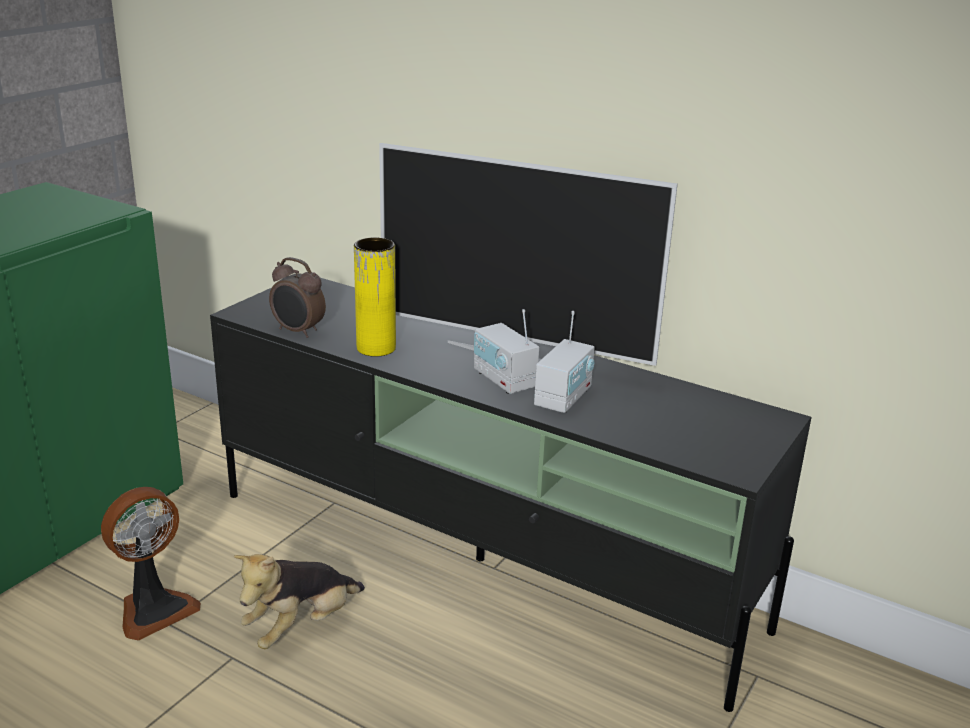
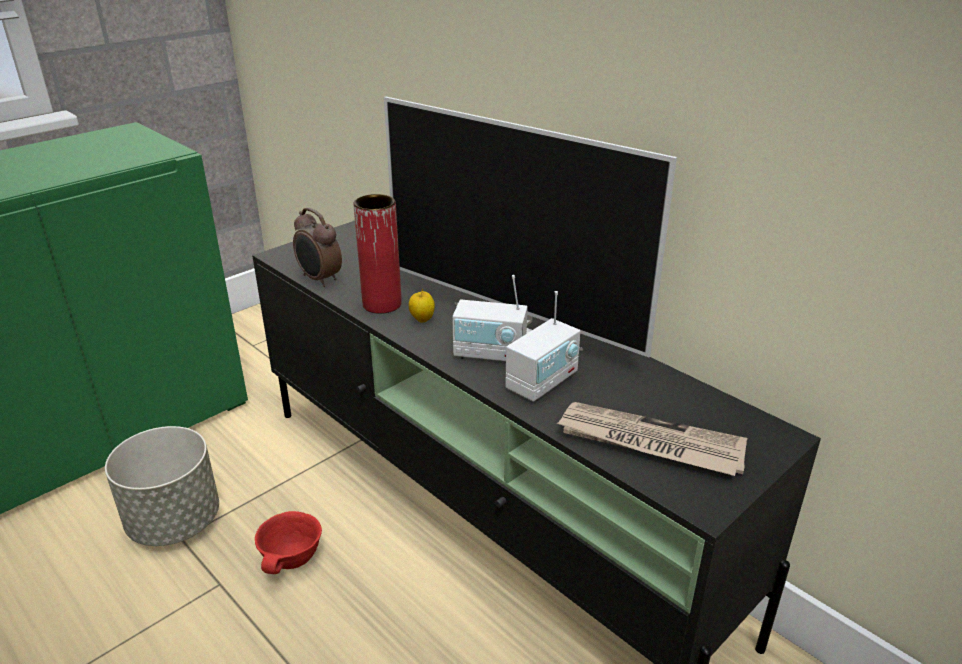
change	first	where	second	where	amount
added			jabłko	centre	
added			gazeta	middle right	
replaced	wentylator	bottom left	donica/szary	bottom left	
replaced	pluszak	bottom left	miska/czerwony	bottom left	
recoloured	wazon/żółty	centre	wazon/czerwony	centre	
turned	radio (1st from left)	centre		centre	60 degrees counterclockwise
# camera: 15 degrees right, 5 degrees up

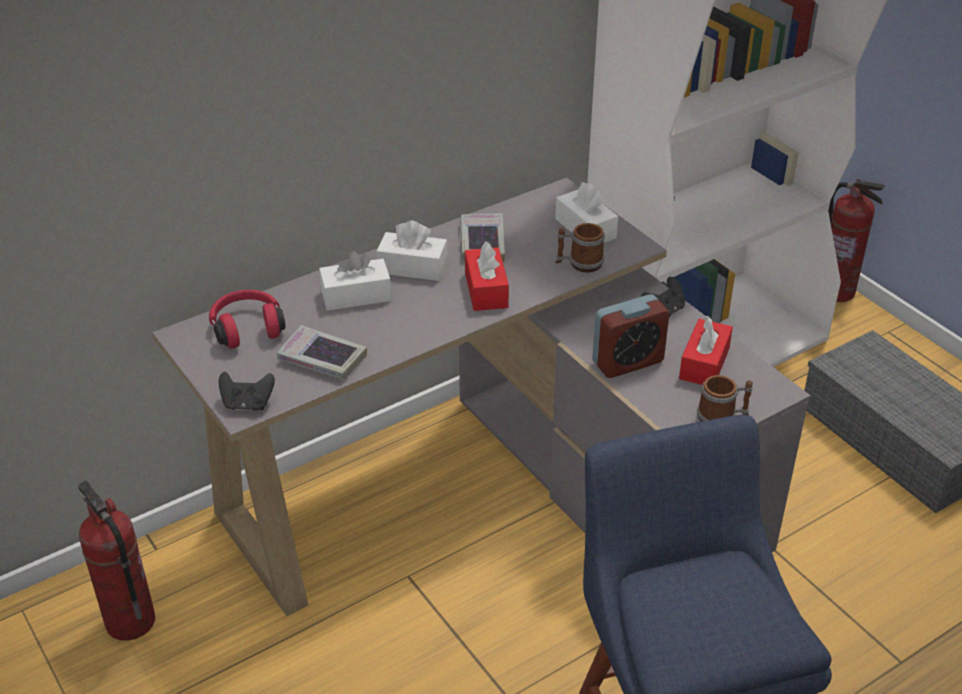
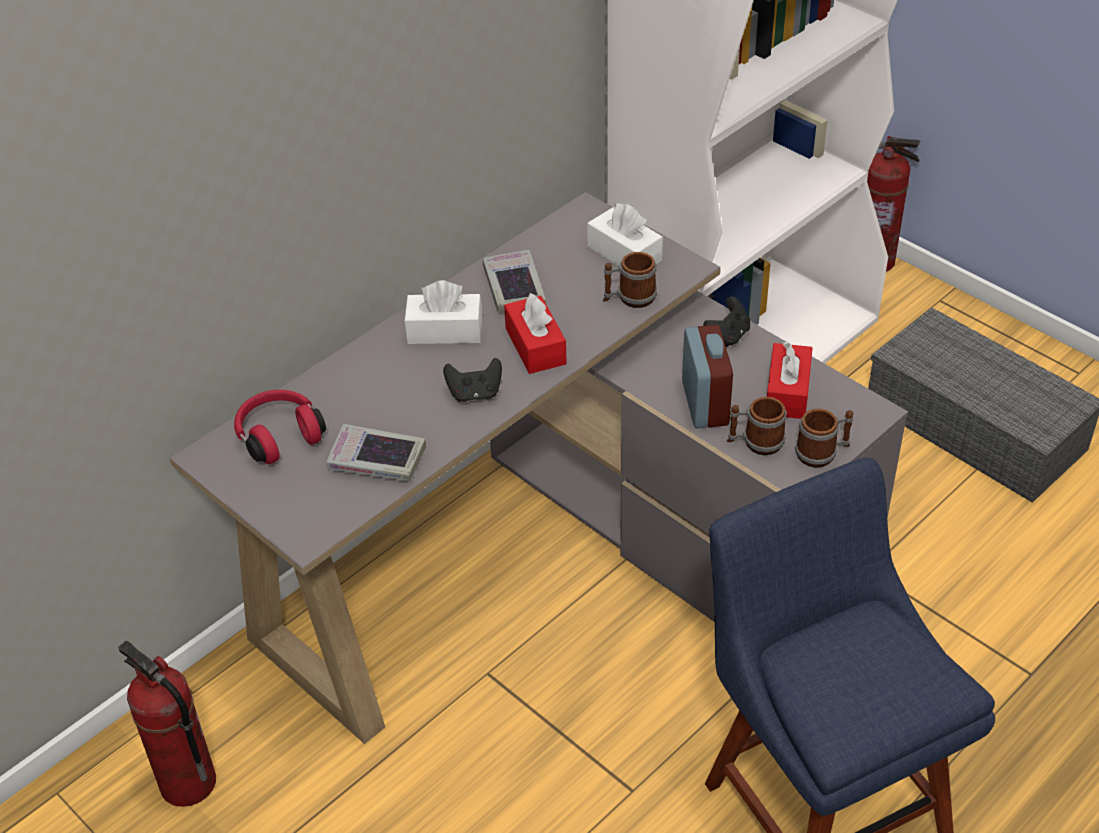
change	first	where	second	where	amount
removed	pudełko chusteczek/biały (1st from left)	centre			
added			kubek (2nd from left)	middle right	
moved	pad do gier/czarny (1st from left)	middle left		centre	
turned	budzik	centre		centre	60 degrees counterclockwise
# camera: 10 degrees left, 5 degrees up

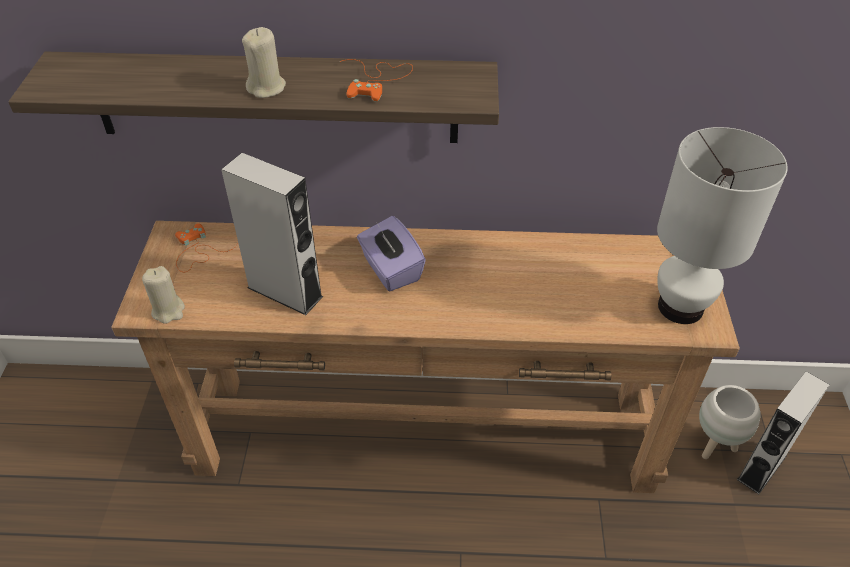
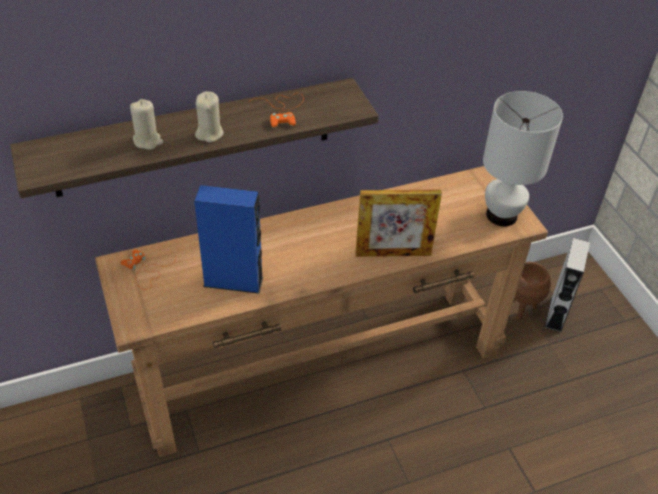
change	first	where	second	where	amount
removed	pudełko chusteczek/fioletowy	centre			
added			ramka na zdjęcie	centre	
moved	świeca/beżowy (1st from left)	middle left		top left	
recoloured	głośnik/szary (1st from left)	middle left	głośnik/niebieski	centre	
recoloured	donica/biały	bottom right	donica/brązowy	middle right	
# camera: 25 degrees left, 0 degrees up

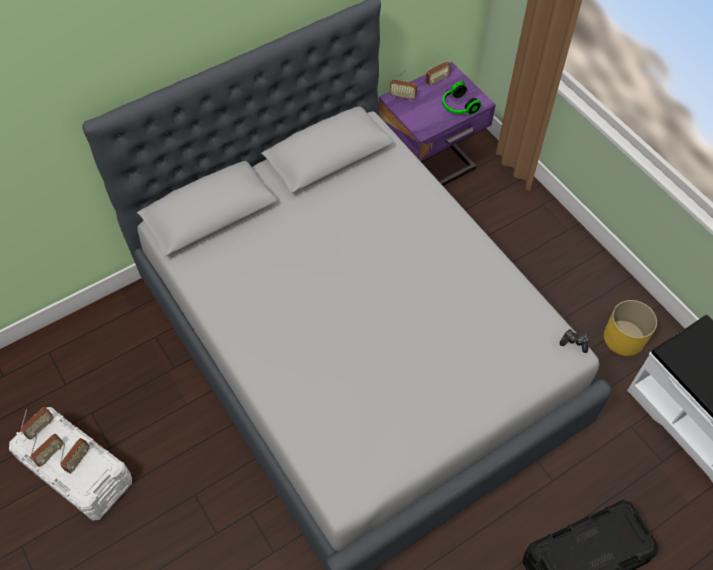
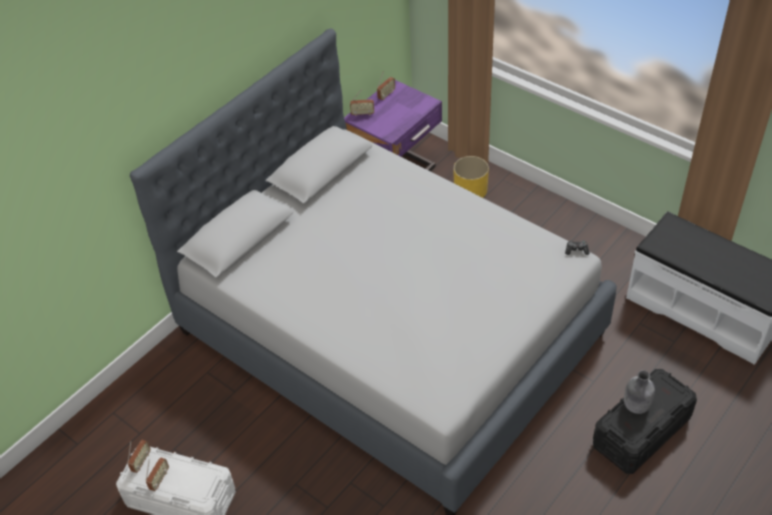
change	first	where	second	where	amount
removed	radio (3rd from left)	bottom left			
removed	słuchawki	top centre			
added			butelka/szary	bottom right	
moved	donica/żółty	middle right		centre	
# camera: 15 degrees left, 10 degrees down

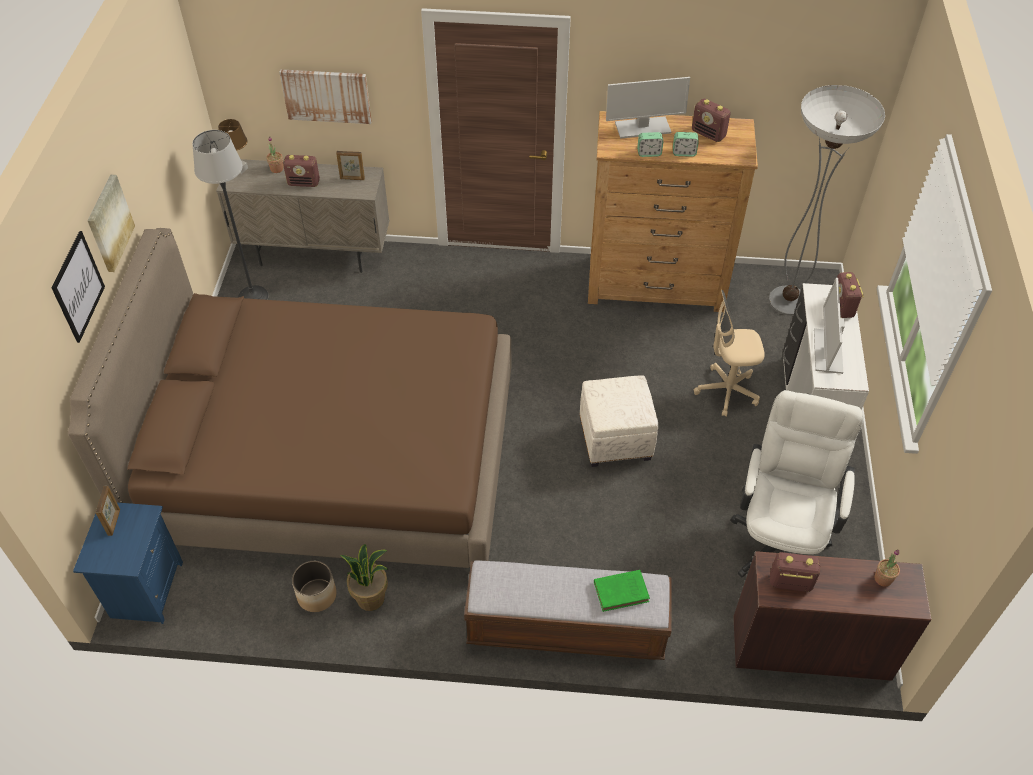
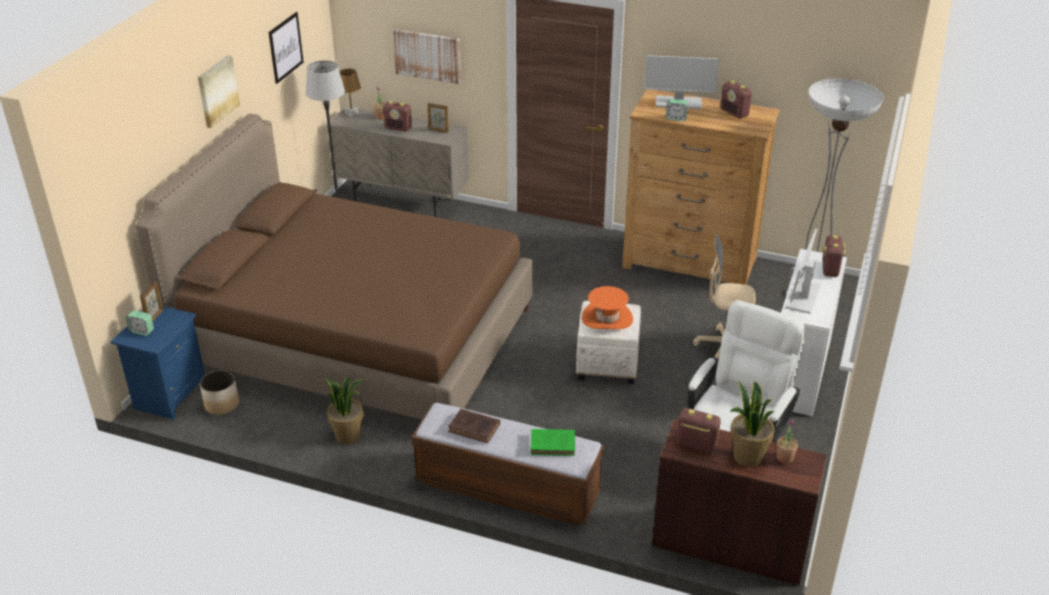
change	first	where	second	where	amount
added			książka/brązowy	bottom centre	
added			kapelusz/pomarańczowy	centre	
added			roślina doniczkowa (3rd from left)	bottom right	
moved	obraz (1st from left in the first image)	middle left	obraz (2nd from left)	top left	
moved	donica	bottom left		middle left	
moved	budzik (2nd from left in the first image)	top centre	budzik (1st from left)	middle left	
# camera: 15 degrees right, 15 degrees down

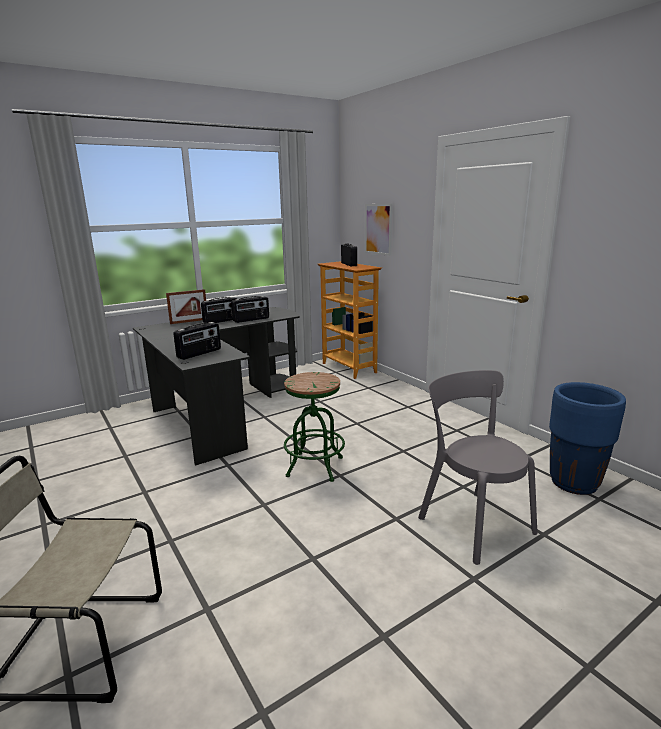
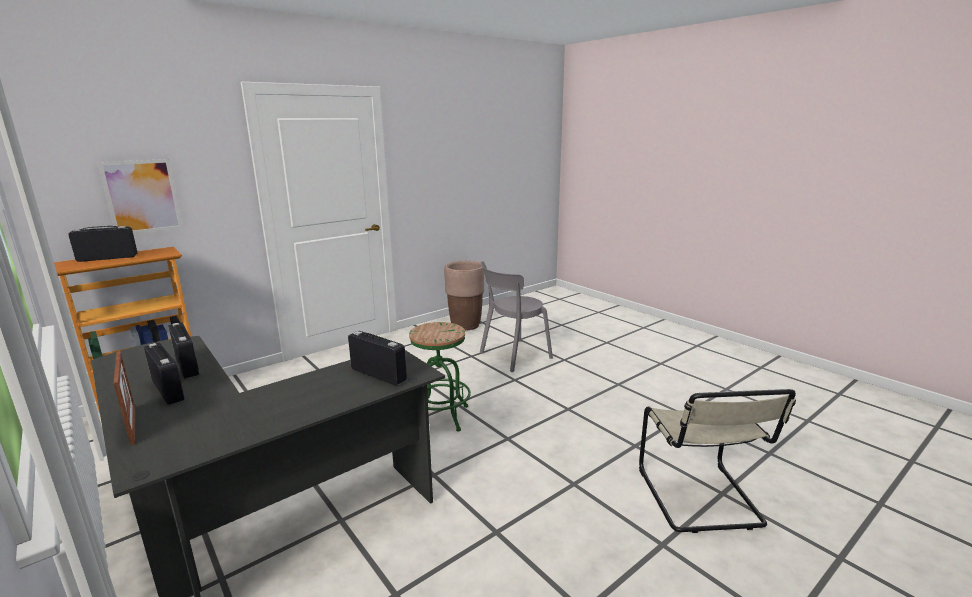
change	first	where	second	where	amount
recoloured	donica/niebieski	middle right	donica/brązowy	centre	
# camera: 95 degrees left, 0 degrees up

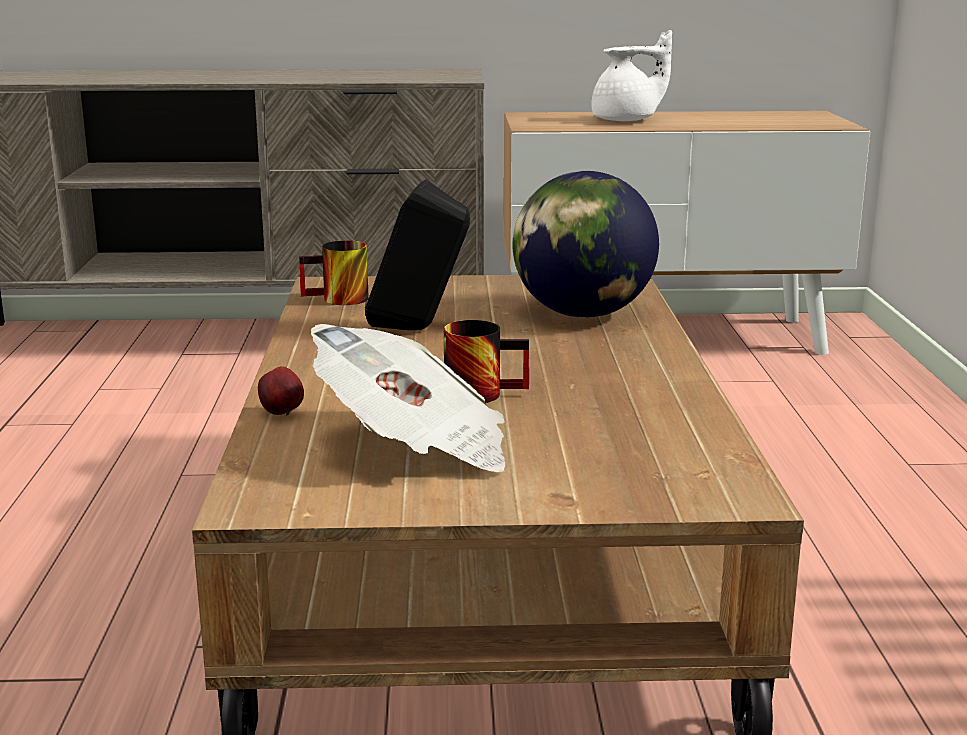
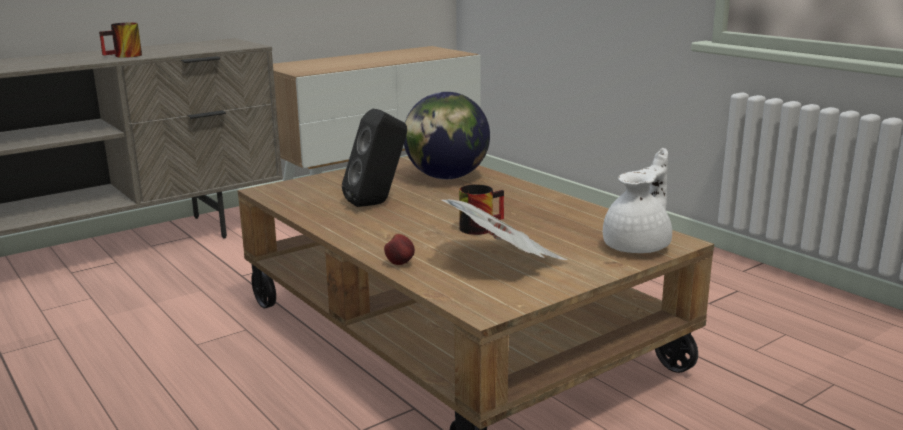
change	first	where	second	where	amount
moved	kubek (1st from left)	centre		top left	
moved	imbryk/biały	top centre		middle right	
# camera: 35 degrees left, 0 degrees up

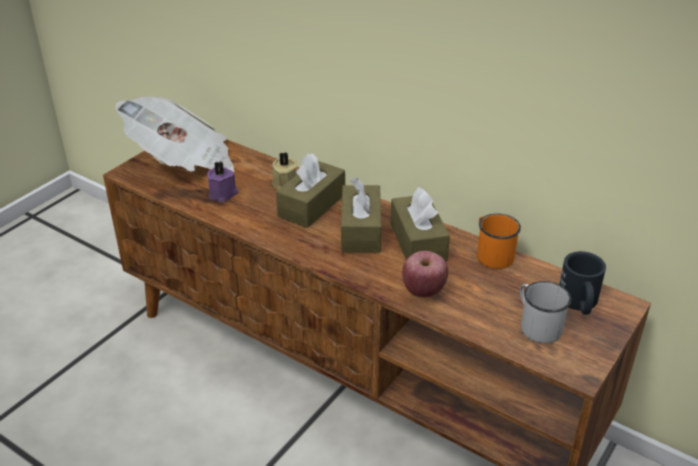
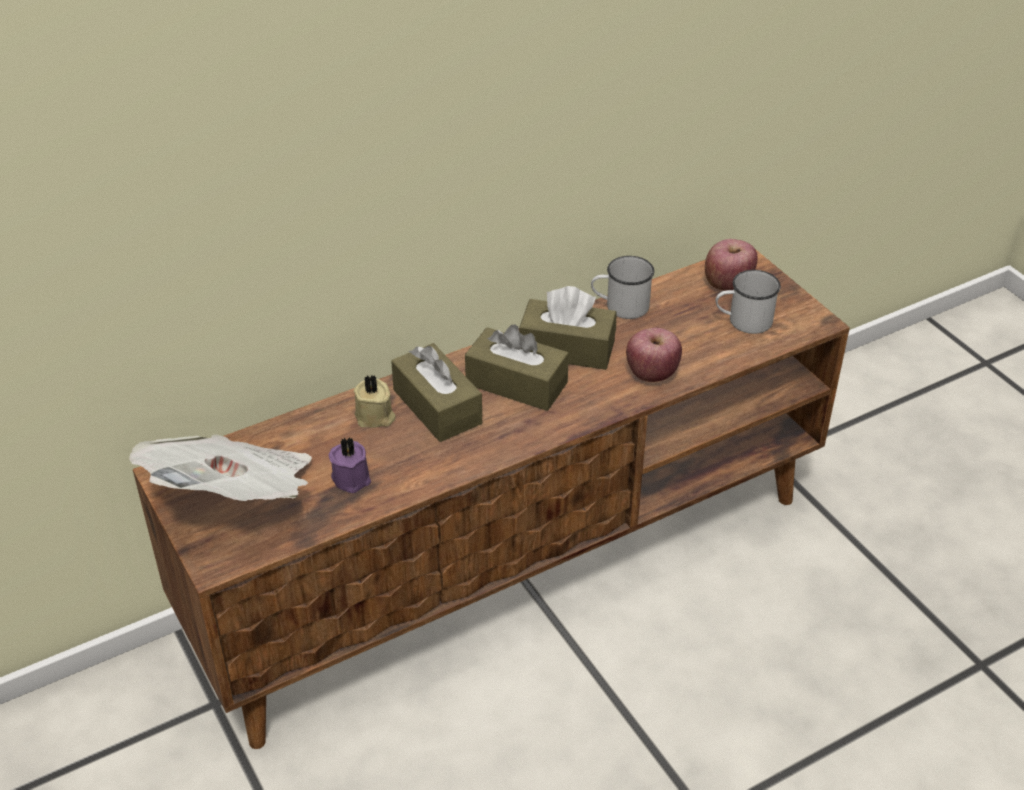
change	first	where	second	where	amount
replaced	kubek/czarny	middle right	jabłko (2nd from left)	middle right	
recoloured	kubek/pomarańczowy	middle right	kubek/biały (1st from left)	centre	
# camera: 65 degrees left, 5 degrees up

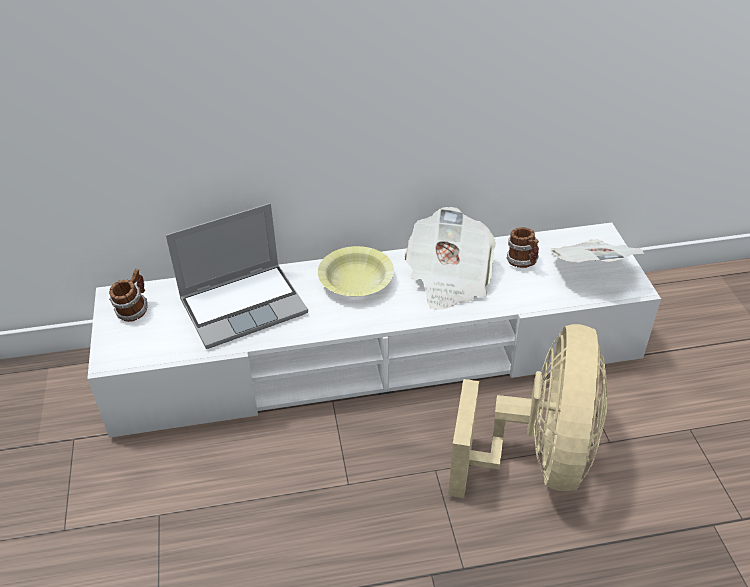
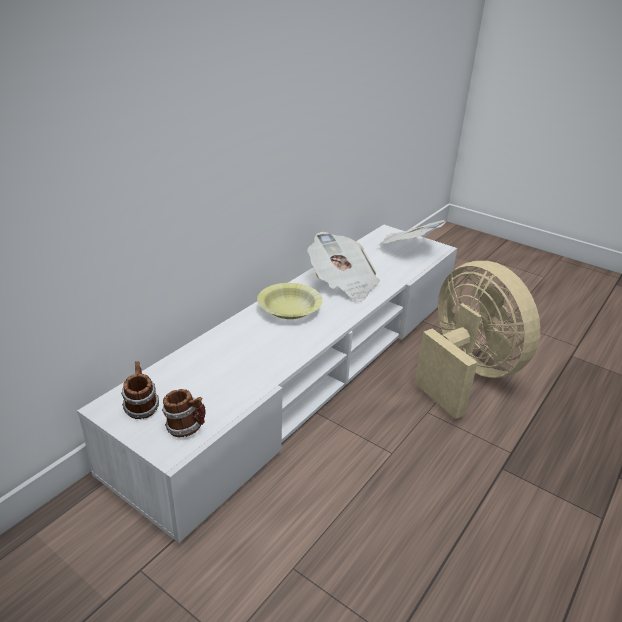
change	first	where	second	where	amount
removed	laptop	middle left			
moved	kubek (2nd from left)	middle right		middle left	
# camera: 45 degrees left, 10 degrees down

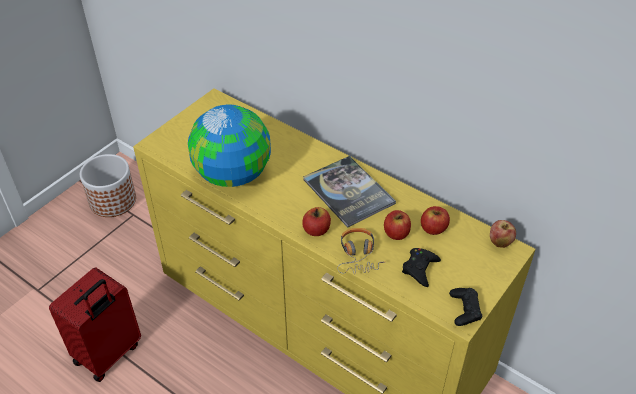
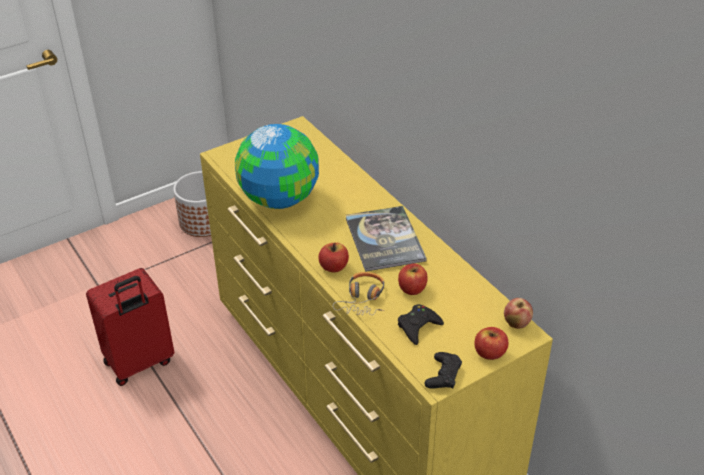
change	first	where	second	where	amount
moved	jabłko (3rd from left)	middle right		bottom right	
# camera: 20 degrees right, 5 degrees down

